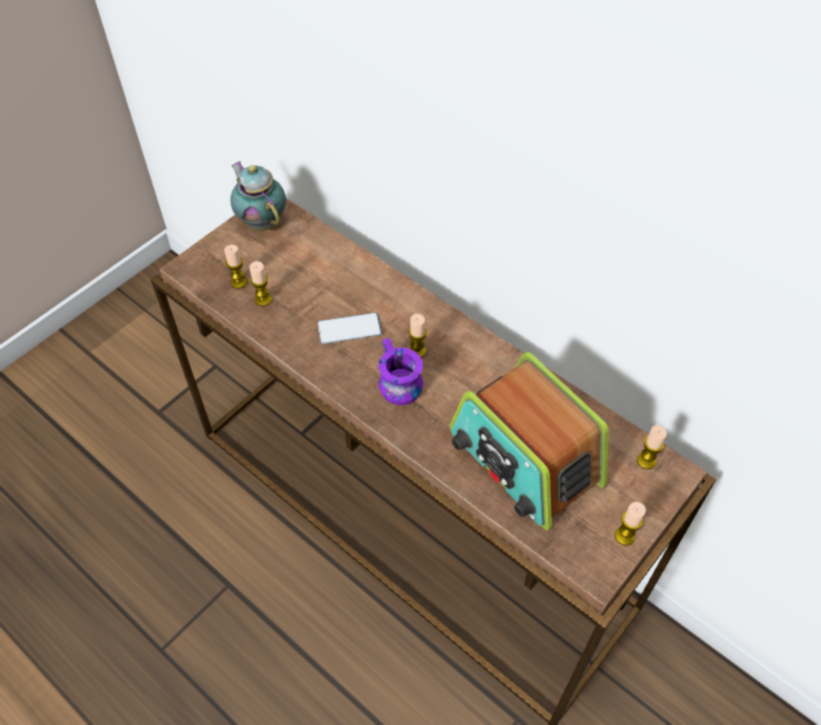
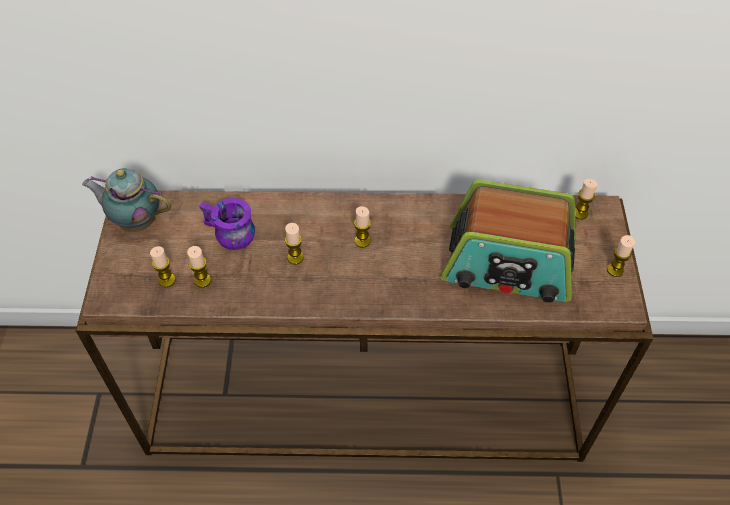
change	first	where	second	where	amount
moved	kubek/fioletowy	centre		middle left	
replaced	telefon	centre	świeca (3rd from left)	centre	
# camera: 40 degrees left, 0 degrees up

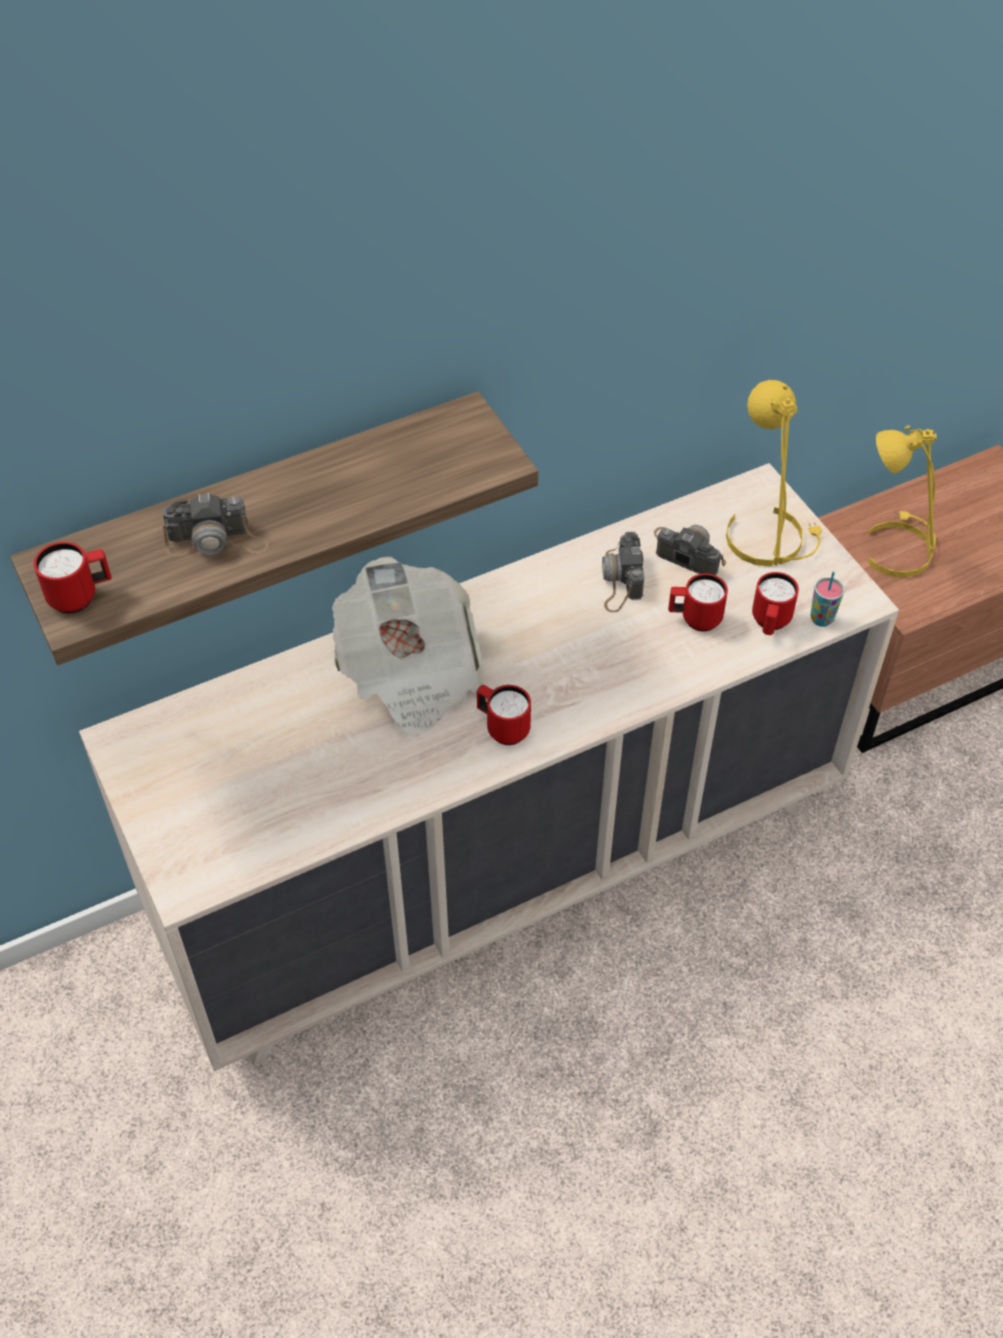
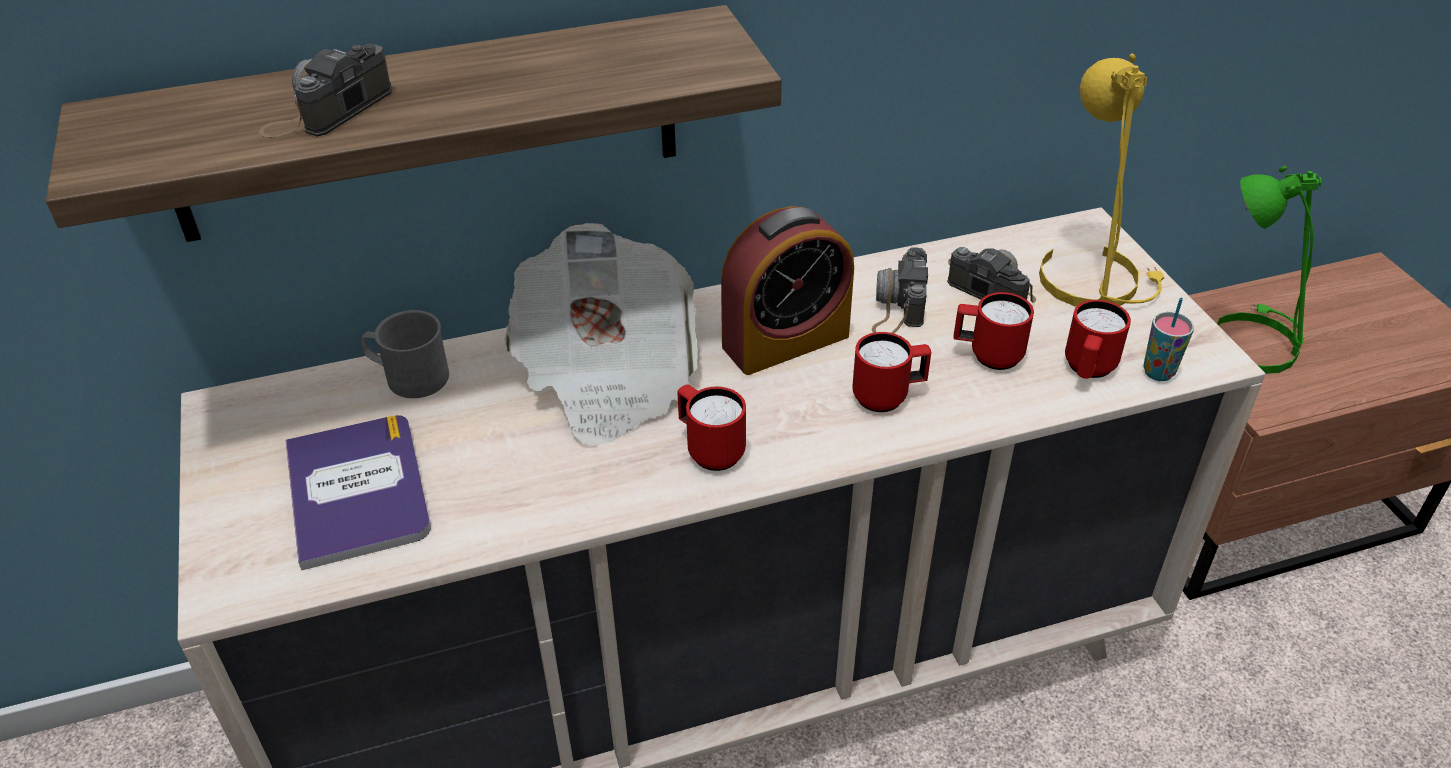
change	first	where	second	where	amount
added			książka	middle left	
added			kubek/szary	middle left	
added			budzik	centre	
moved	kubek/czerwony (1st from left in the first image)	middle left	kubek/czerwony (2nd from left)	centre	
recoloured	lampa stołowa/żółty (2nd from left)	middle right	lampa stołowa/zielony	middle right	
turned	aparat fotograficzny (1st from left)	middle left		top left	120 degrees clockwise
# camera: 10 degrees right, 10 degrees down

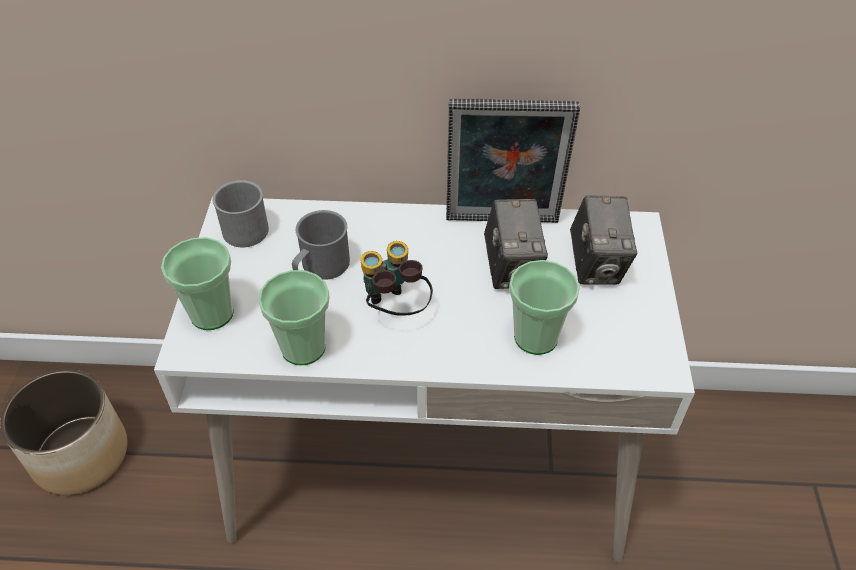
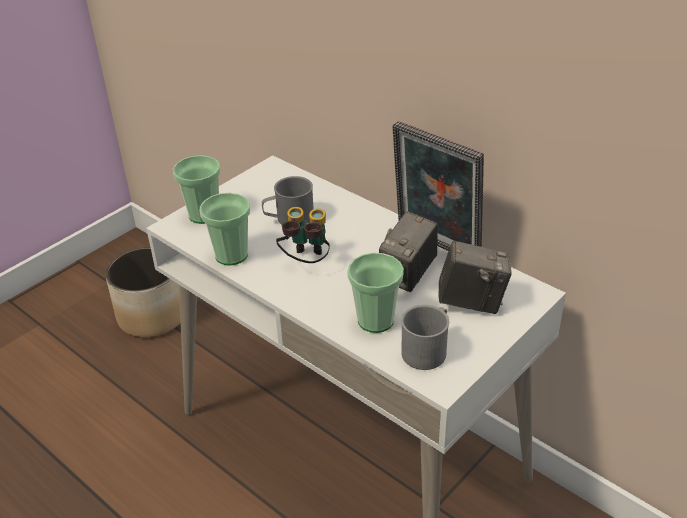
change	first	where	second	where	amount
moved	kubek/szary (1st from left in the first image)	middle left	kubek/szary (2nd from left)	centre	
turned	aparat fotograficzny (2nd from left)	middle right		middle right	120 degrees counterclockwise
# camera: 40 degrees right, 10 degrees down

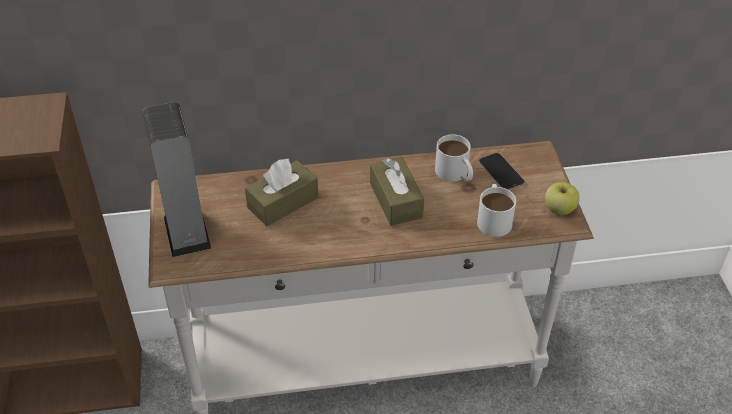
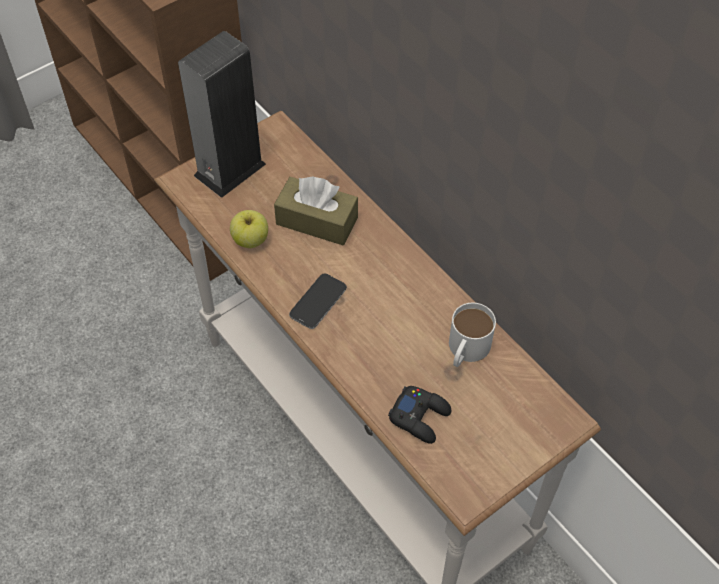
change	first	where	second	where	amount
removed	pudełko chusteczek/brązowy (2nd from left)	centre			
moved	telefon	middle right		centre	
moved	jabłko	middle right		centre	
replaced	kubek/biały (2nd from left)	middle right	pad do gier/czarny	bottom centre	
# camera: 60 degrees right, 10 degrees up

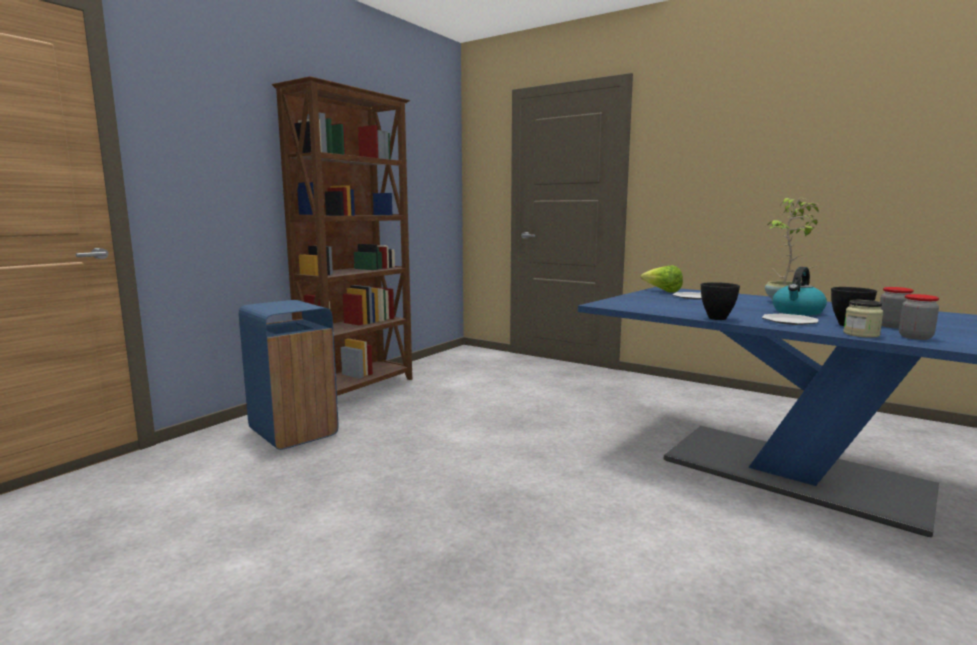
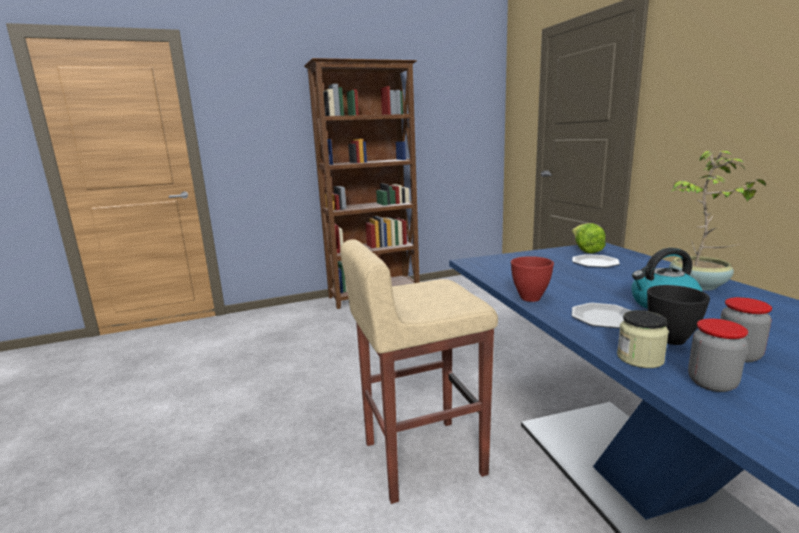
change	first	where	second	where	amount
removed	kosz na śmieci/niebieski	middle left			
added			stołek/beżowy	bottom centre	
recoloured	miska/czarny (1st from left)	middle right	miska/czerwony	centre	
# camera: 35 degrees right, 5 degrees up

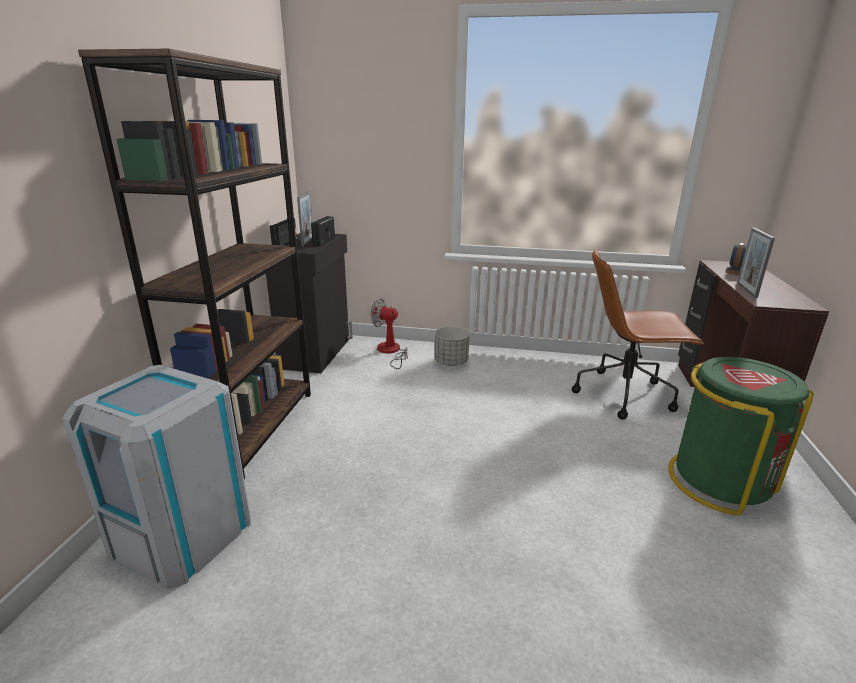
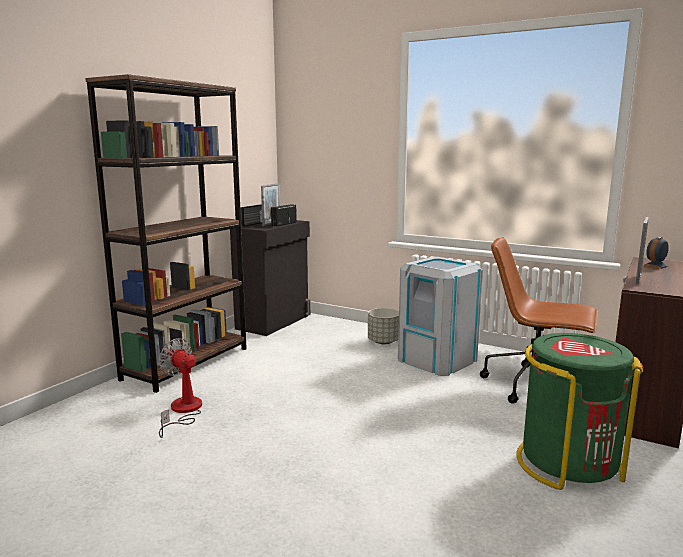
change	first	where	second	where	amount
moved	kosz na śmieci/szary	bottom left		centre	
moved	wentylator	centre		bottom left	
# camera: 20 degrees right, 10 degrees down

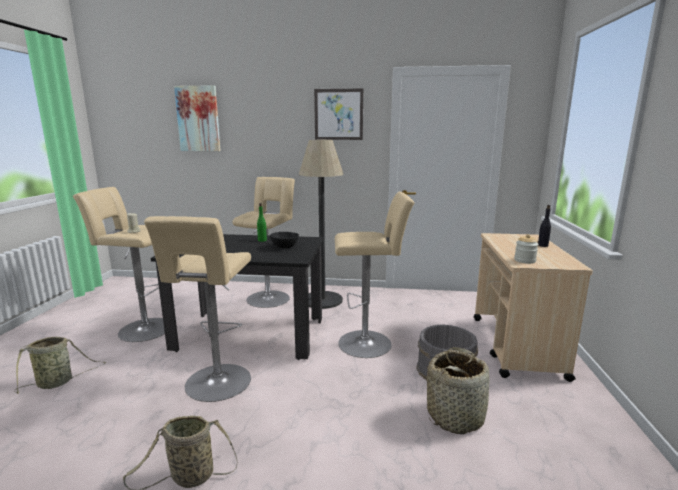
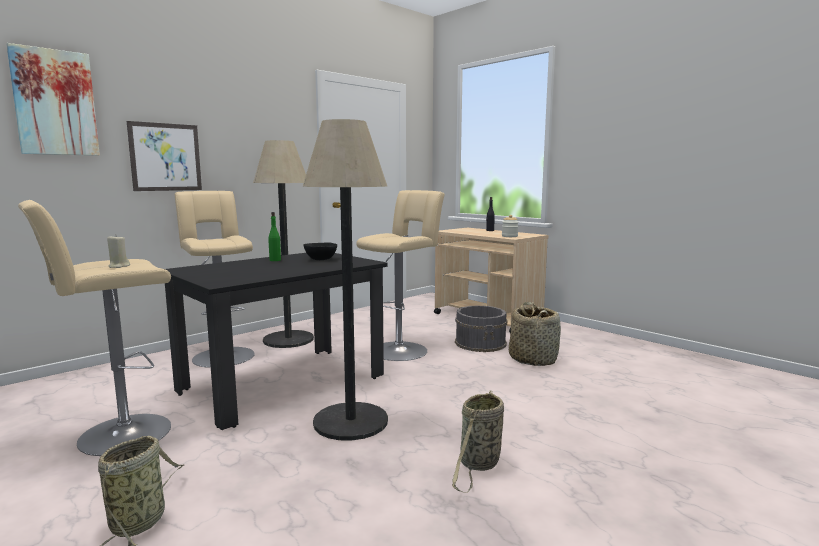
change	first	where	second	where	amount
moved	obraz (2nd from left)	top centre		top left	
replaced	stołek/beżowy (2nd from left)	middle left	lampa stojąca (2nd from left)	centre	
# camera: 50 degrees left, 5 degrees down

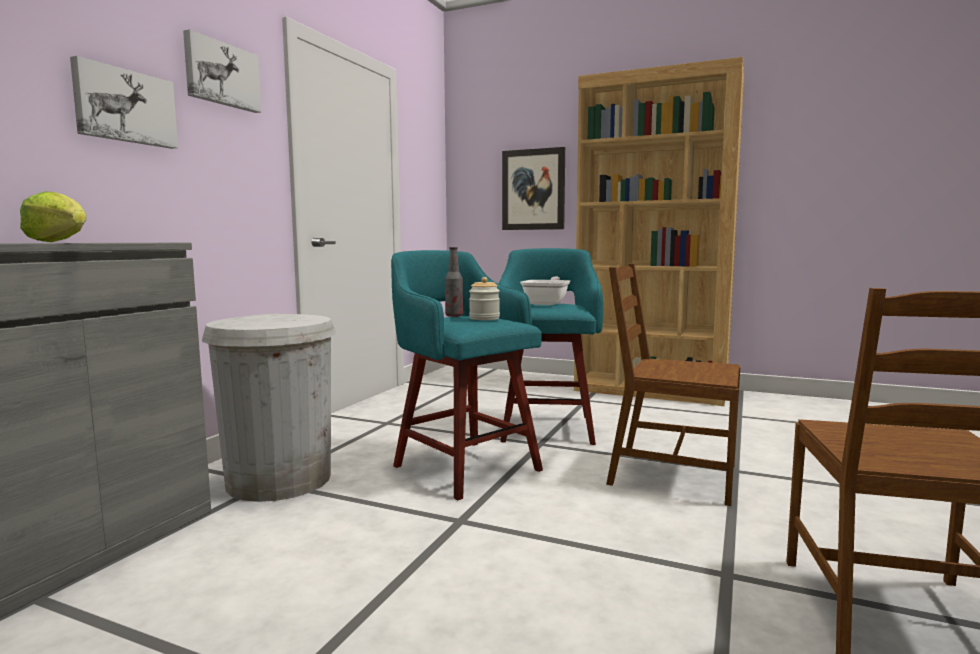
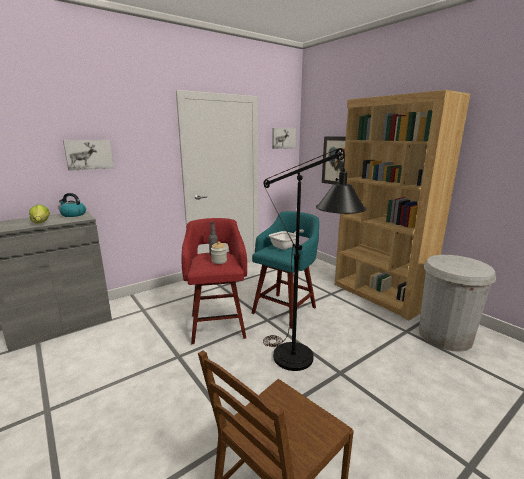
change	first	where	second	where	amount
added			czajnik	middle left	
moved	obraz (2nd from left)	top left		top centre	
moved	kosz na śmieci/biały	middle left		middle right	
replaced	krzesło/brązowy (1st from left)	middle right	lampa stojąca/czarny	centre	
recoloured	stołek/turkusowy (1st from left)	centre	stołek/czerwony	centre	
# camera: 30 degrees right, 10 degrees up

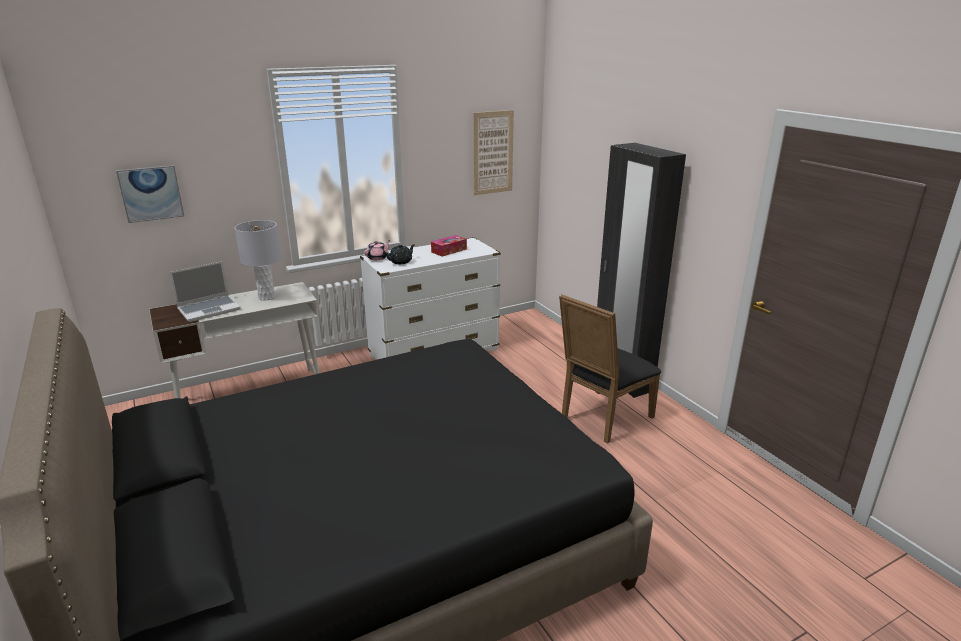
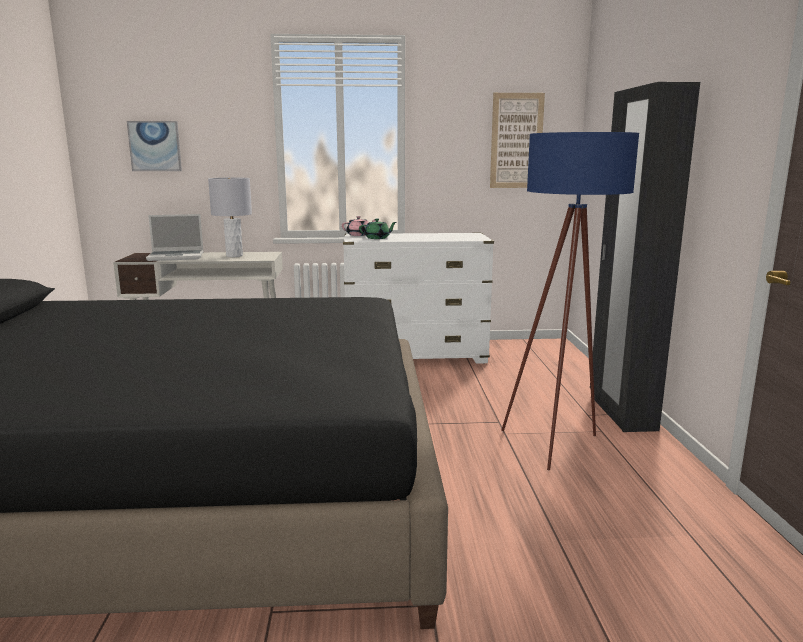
change	first	where	second	where	amount
removed	pudełko chusteczek	centre			
replaced	krzesło/czarny	centre	lampa stojąca/niebieski	middle right	
recoloured	imbryk/czarny	centre	imbryk/zielony	centre	
# camera: 25 degrees right, 10 degrees down

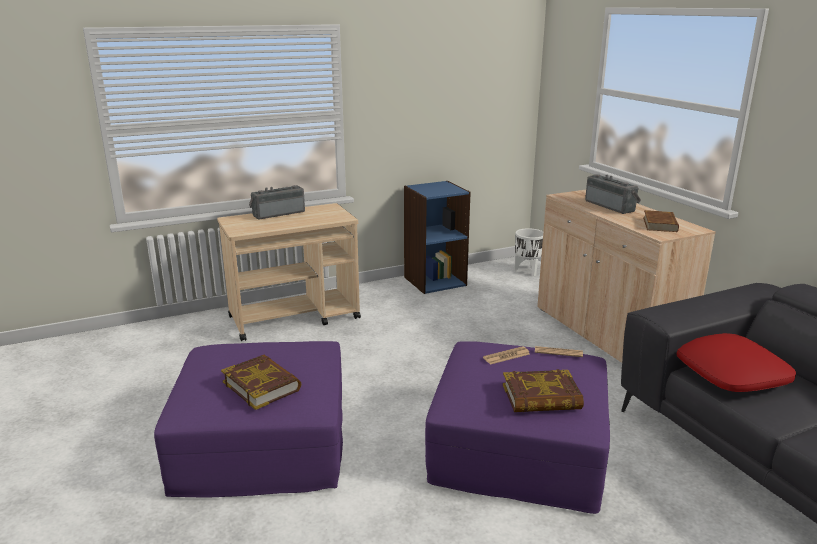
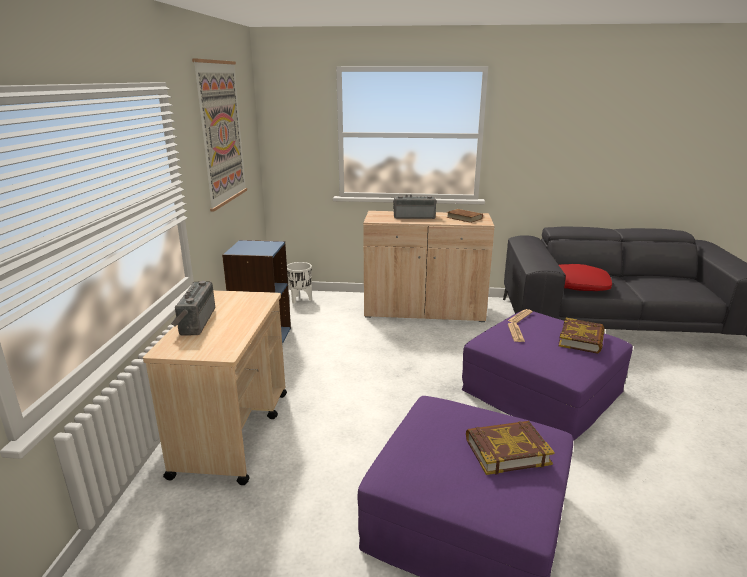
change	first	where	second	where	amount
added			obraz	top left	
# camera: 60 degrees left, 0 degrees up

